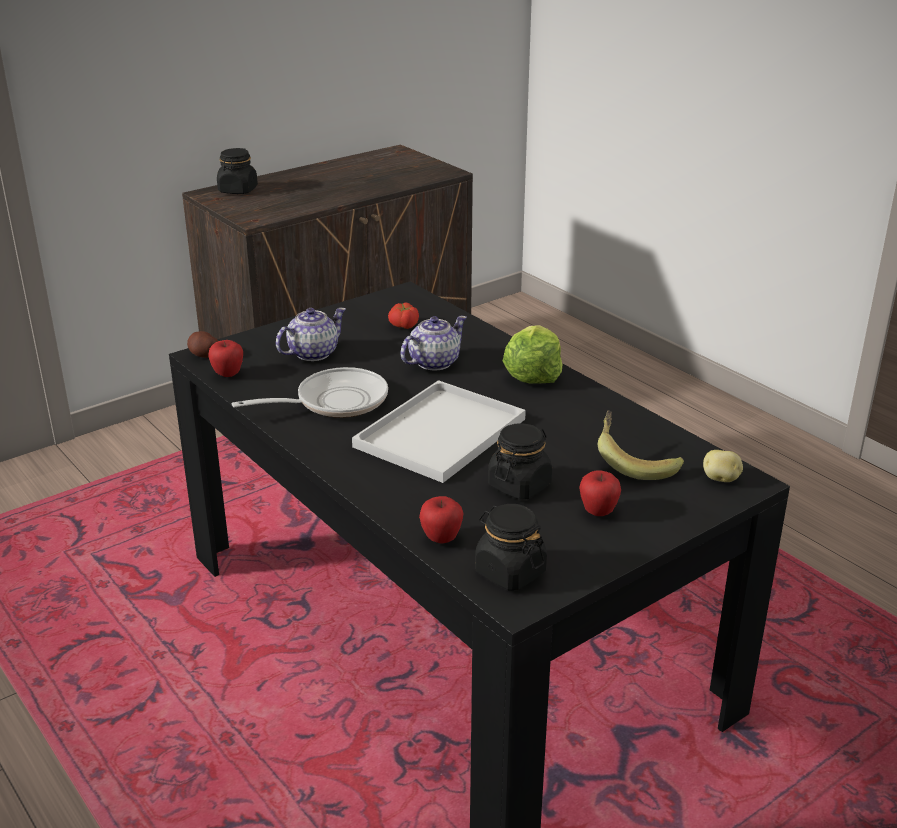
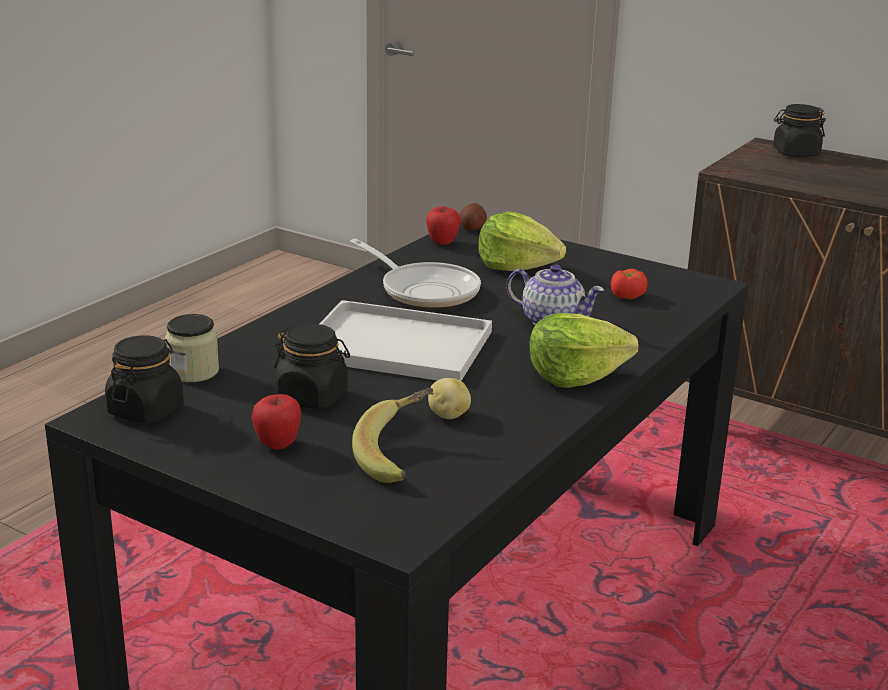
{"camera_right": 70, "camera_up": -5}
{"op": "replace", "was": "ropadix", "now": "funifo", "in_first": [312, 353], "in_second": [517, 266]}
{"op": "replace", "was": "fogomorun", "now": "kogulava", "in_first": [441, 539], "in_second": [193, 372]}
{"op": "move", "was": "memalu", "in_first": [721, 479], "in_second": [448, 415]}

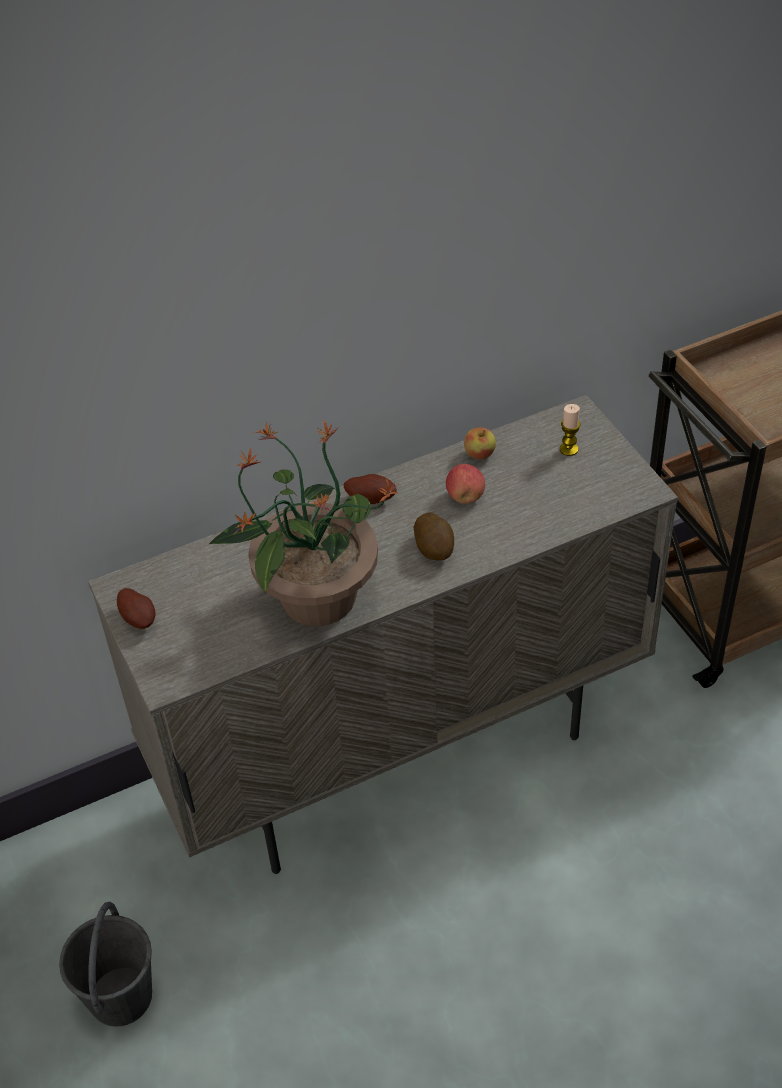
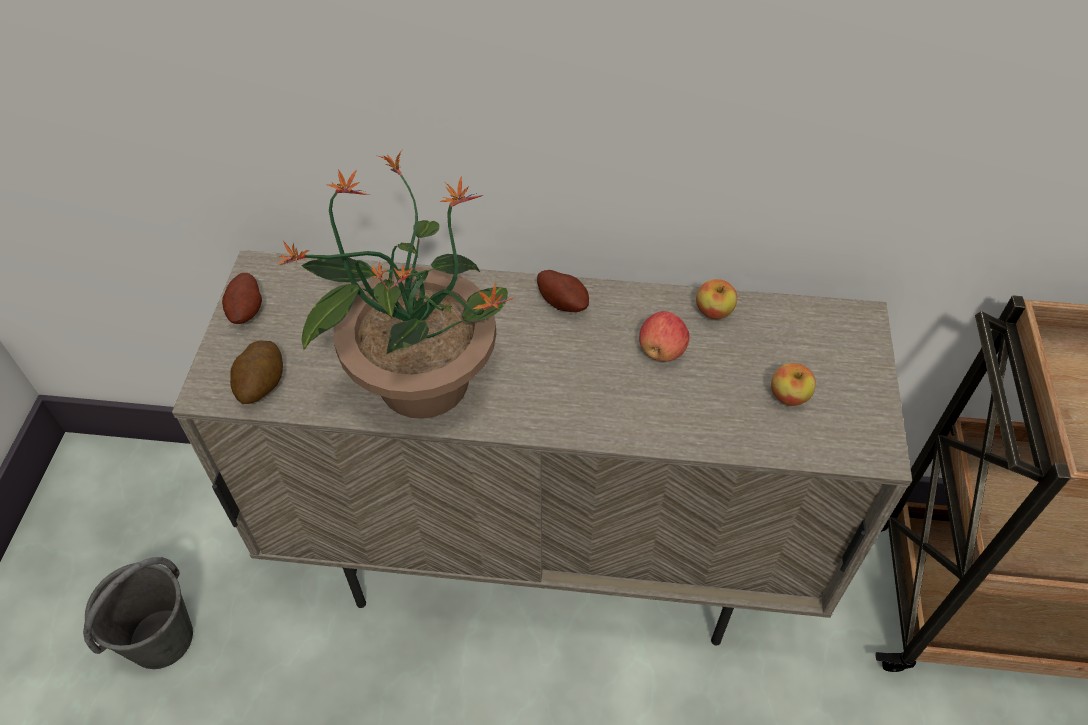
{"camera_right": 30, "camera_up": 5}
{"op": "move", "was": "memalu", "in_first": [435, 548], "in_second": [262, 385]}
{"op": "delete", "was": "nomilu", "in_first": [569, 449]}
{"op": "insert", "now": "fogomorun", "in_second": [789, 396]}

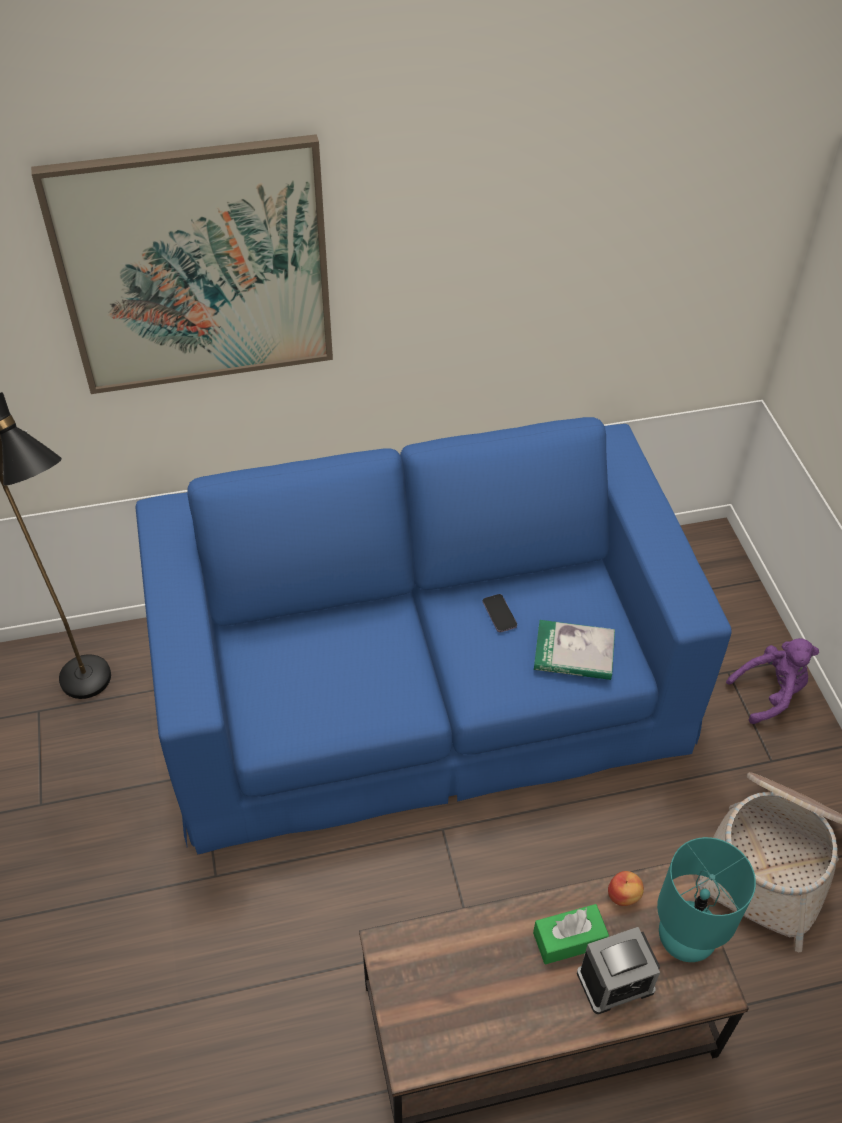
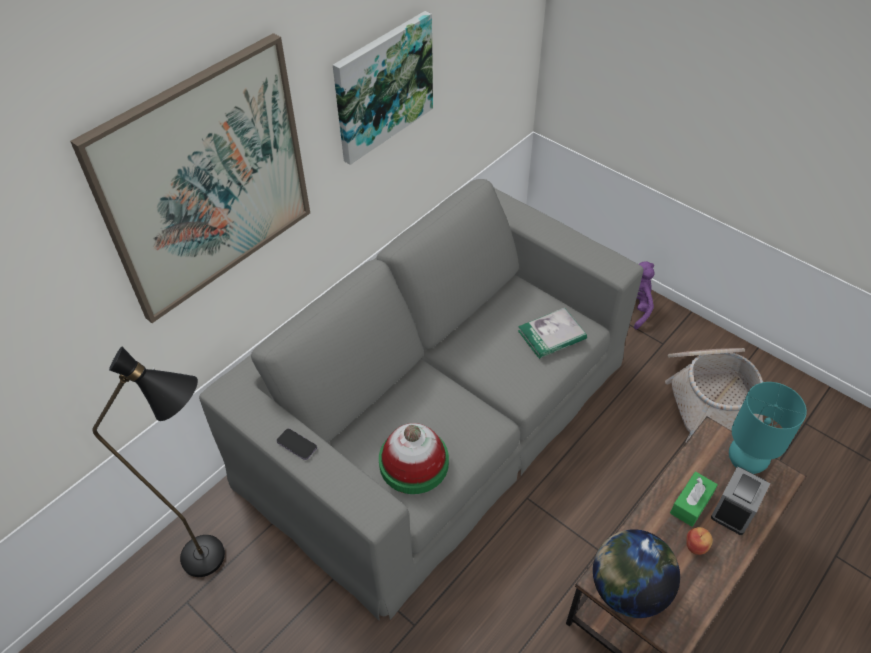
{"camera_right": -35, "camera_up": 0}
{"op": "recolor", "was": "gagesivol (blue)", "now": "gagesivol (grey)", "in_first": [420, 683], "in_second": [436, 418]}
{"op": "move", "was": "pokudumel", "in_first": [499, 614], "in_second": [297, 445]}
{"op": "move", "was": "fogomorun", "in_first": [623, 895], "in_second": [696, 546]}
{"op": "insert", "now": "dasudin", "in_second": [383, 86]}
{"op": "insert", "now": "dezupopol", "in_second": [414, 463]}
{"op": "insert", "now": "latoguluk", "in_second": [627, 590]}

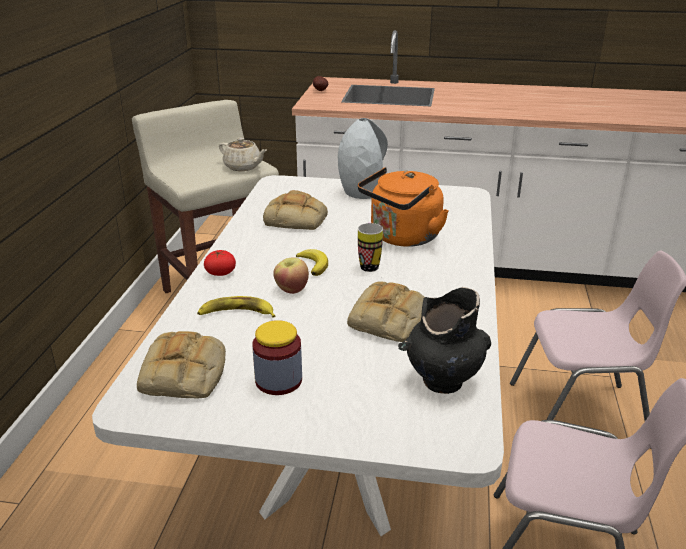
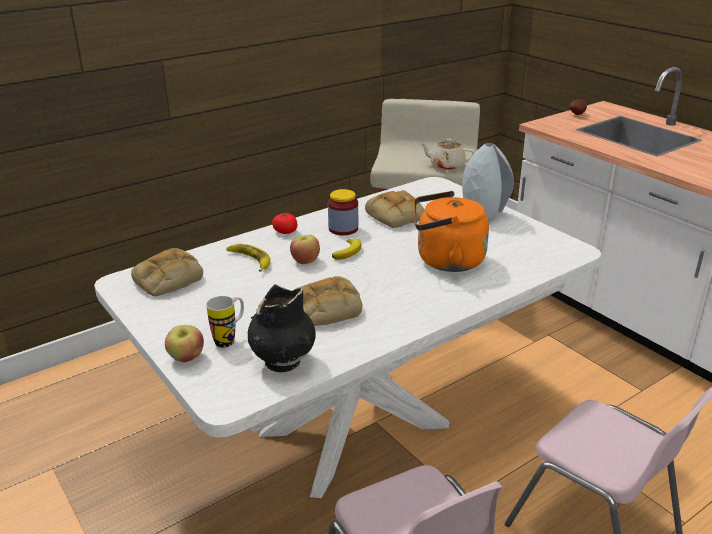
{"camera_right": 45, "camera_up": 0}
{"op": "rotate", "was": "ropadix (beige)", "in_first": [243, 167], "in_second": [446, 165], "clockwise": 120}
{"op": "move", "was": "kogulava", "in_first": [278, 380], "in_second": [343, 229]}
{"op": "move", "was": "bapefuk", "in_first": [369, 264], "in_second": [230, 339]}
{"op": "insert", "now": "fogomorun", "in_second": [186, 357]}

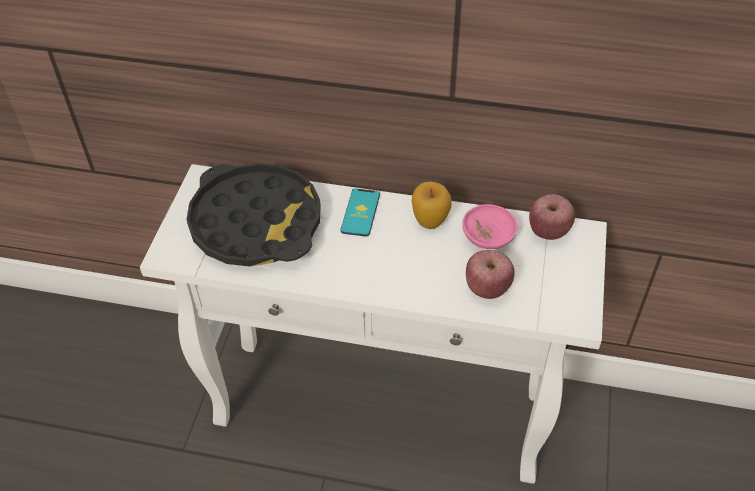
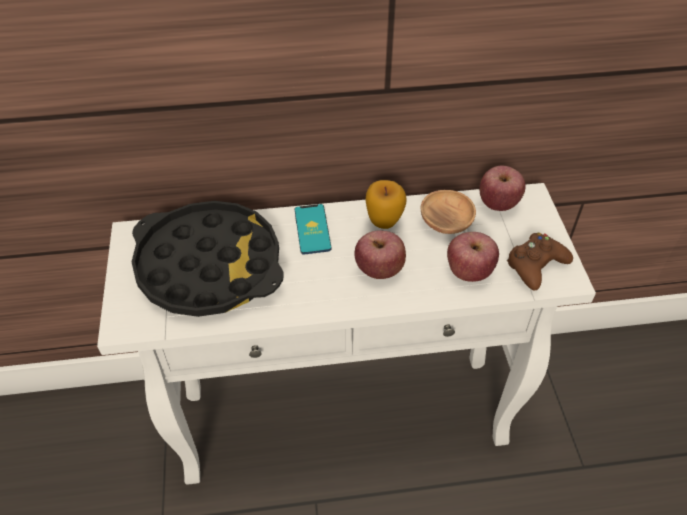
{"camera_right": -20, "camera_up": 0}
{"op": "recolor", "was": "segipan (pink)", "now": "segipan (brown)", "in_first": [488, 237], "in_second": [446, 222]}
{"op": "insert", "now": "fogomorun", "in_second": [379, 270]}
{"op": "insert", "now": "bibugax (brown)", "in_second": [535, 265]}

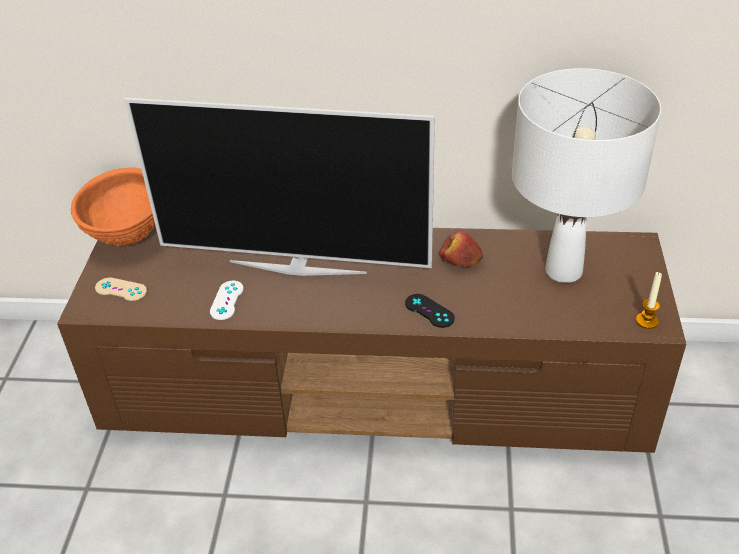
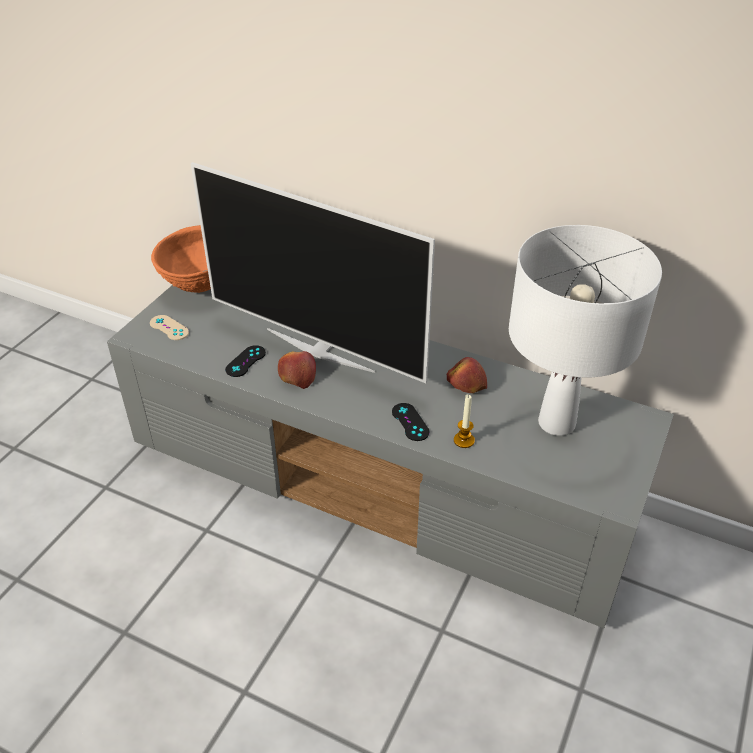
{"camera_right": 20, "camera_up": 0}
{"op": "recolor", "was": "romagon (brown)", "now": "romagon (grey)", "in_first": [378, 389], "in_second": [380, 483]}
{"op": "recolor", "was": "bibugax (white)", "now": "bibugax (black)", "in_first": [227, 300], "in_second": [245, 361]}
{"op": "move", "was": "nomilu", "in_first": [647, 321], "in_second": [464, 440]}
{"op": "insert", "now": "fogomorun", "in_second": [297, 376]}

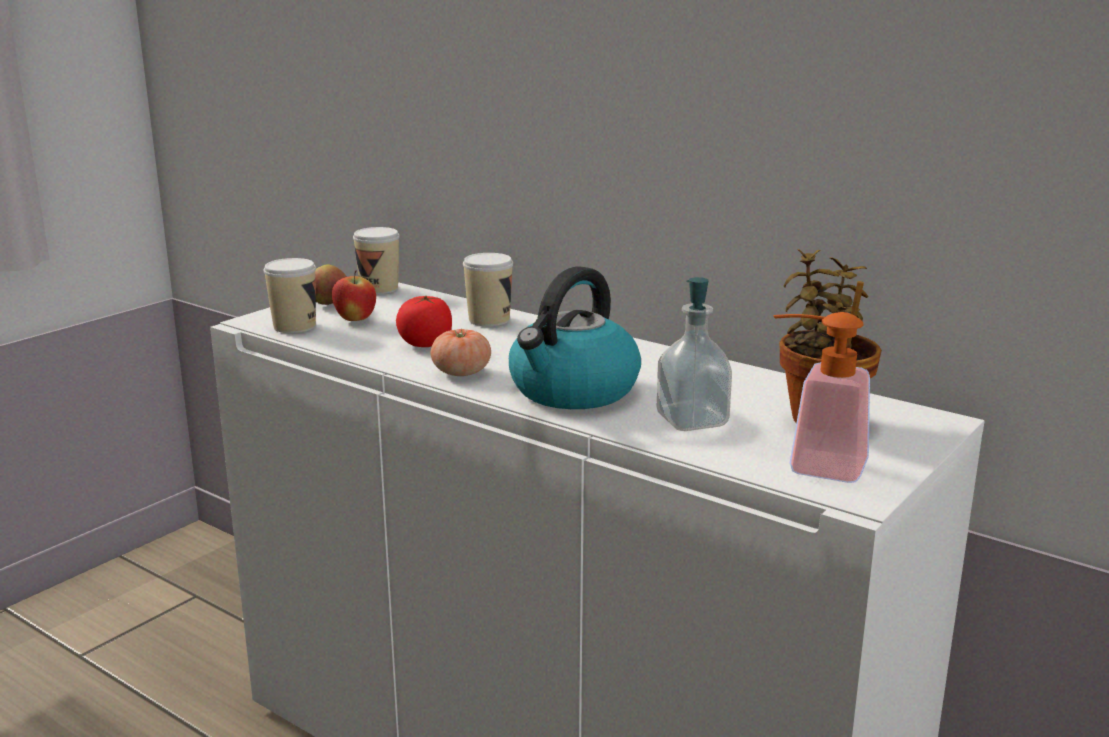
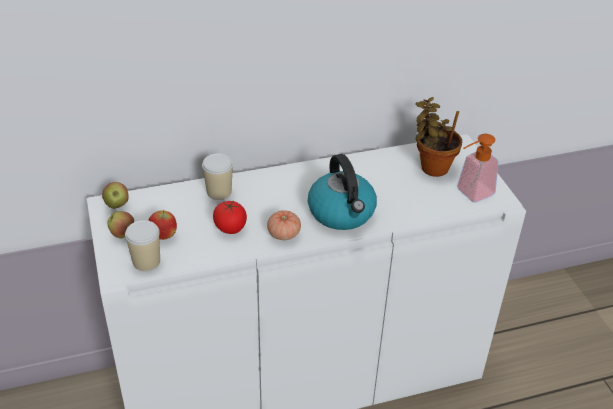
{"camera_right": -55, "camera_up": 20}
{"op": "replace", "was": "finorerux", "now": "fogomorun", "in_first": [379, 288], "in_second": [117, 205]}
{"op": "delete", "was": "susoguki", "in_first": [692, 420]}

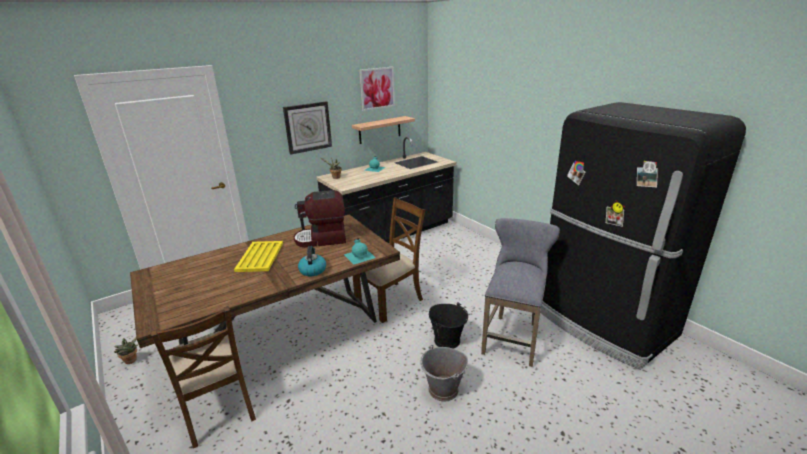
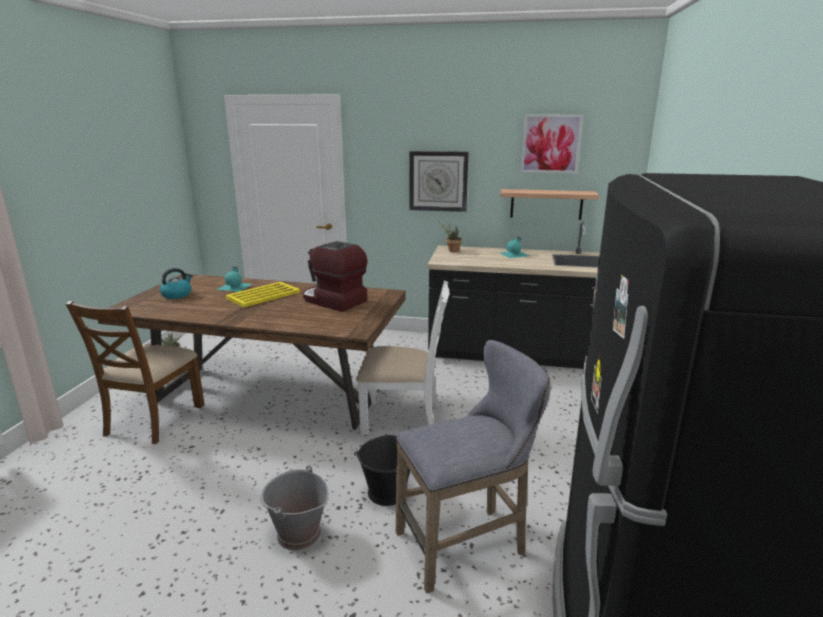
{"camera_right": 45, "camera_up": -5}
{"op": "move", "was": "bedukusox", "in_first": [312, 270], "in_second": [177, 295]}
{"op": "move", "was": "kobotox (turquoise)", "in_first": [359, 255], "in_second": [235, 286]}
{"op": "recolor", "was": "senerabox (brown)", "now": "senerabox (white)", "in_first": [390, 300], "in_second": [403, 418]}

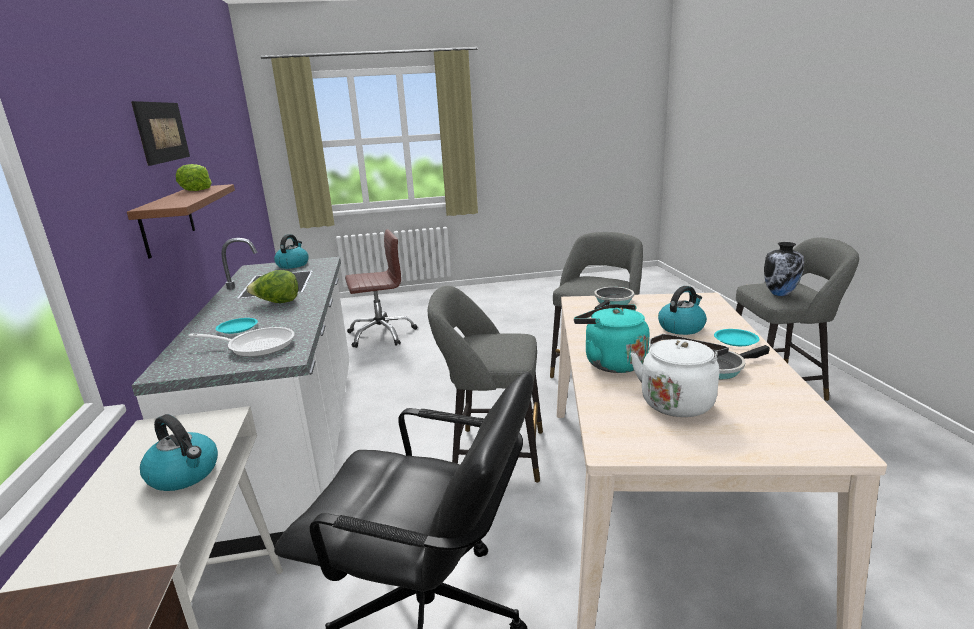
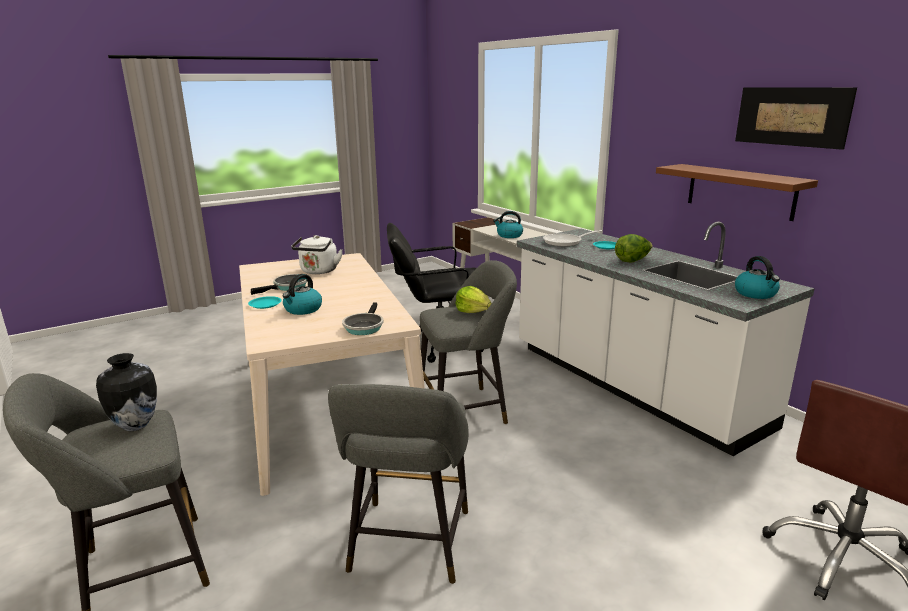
{"camera_right": 155, "camera_up": 0}
{"op": "move", "was": "funifo", "in_first": [196, 190], "in_second": [473, 311]}
{"op": "delete", "was": "bedukusox (turquoise)", "in_first": [611, 362]}

